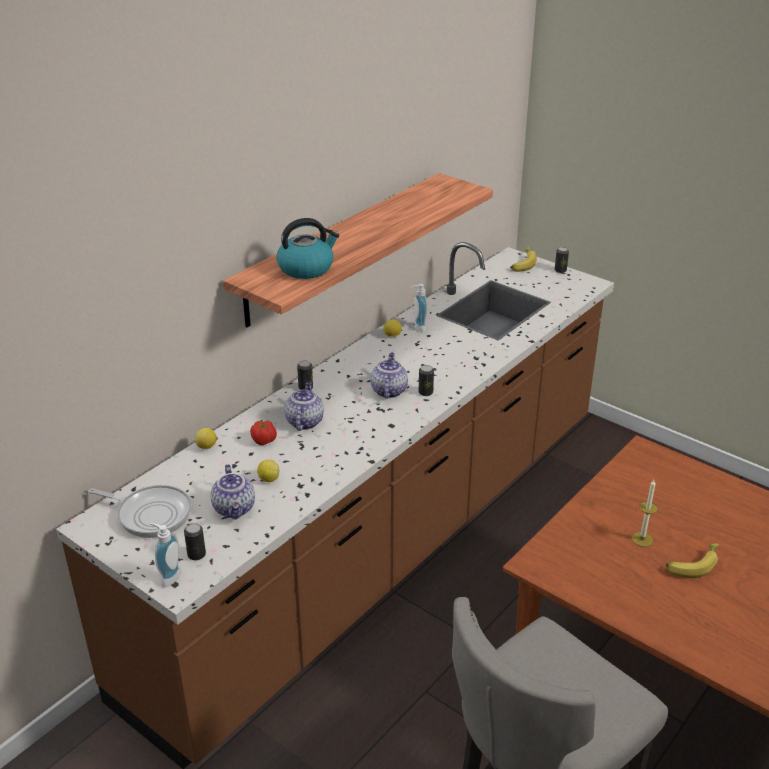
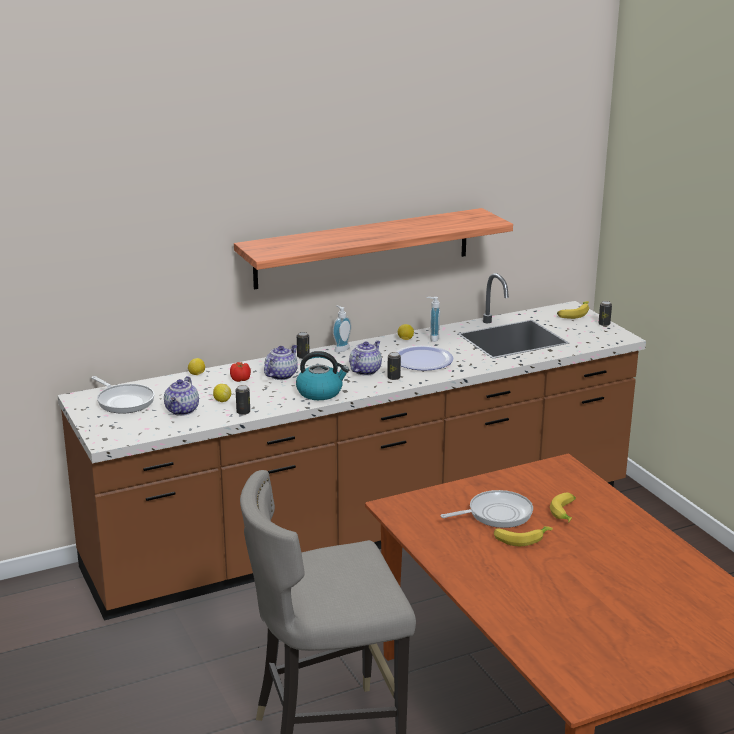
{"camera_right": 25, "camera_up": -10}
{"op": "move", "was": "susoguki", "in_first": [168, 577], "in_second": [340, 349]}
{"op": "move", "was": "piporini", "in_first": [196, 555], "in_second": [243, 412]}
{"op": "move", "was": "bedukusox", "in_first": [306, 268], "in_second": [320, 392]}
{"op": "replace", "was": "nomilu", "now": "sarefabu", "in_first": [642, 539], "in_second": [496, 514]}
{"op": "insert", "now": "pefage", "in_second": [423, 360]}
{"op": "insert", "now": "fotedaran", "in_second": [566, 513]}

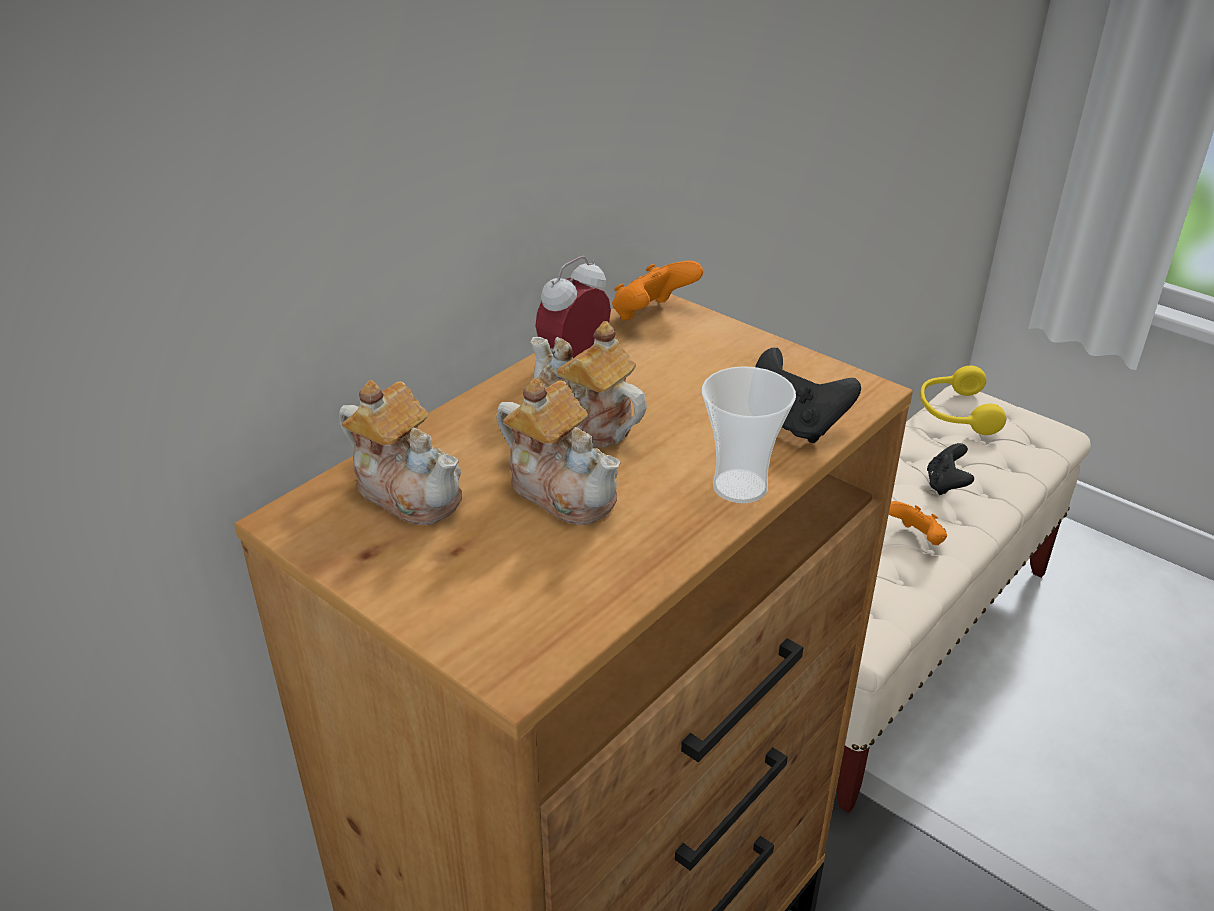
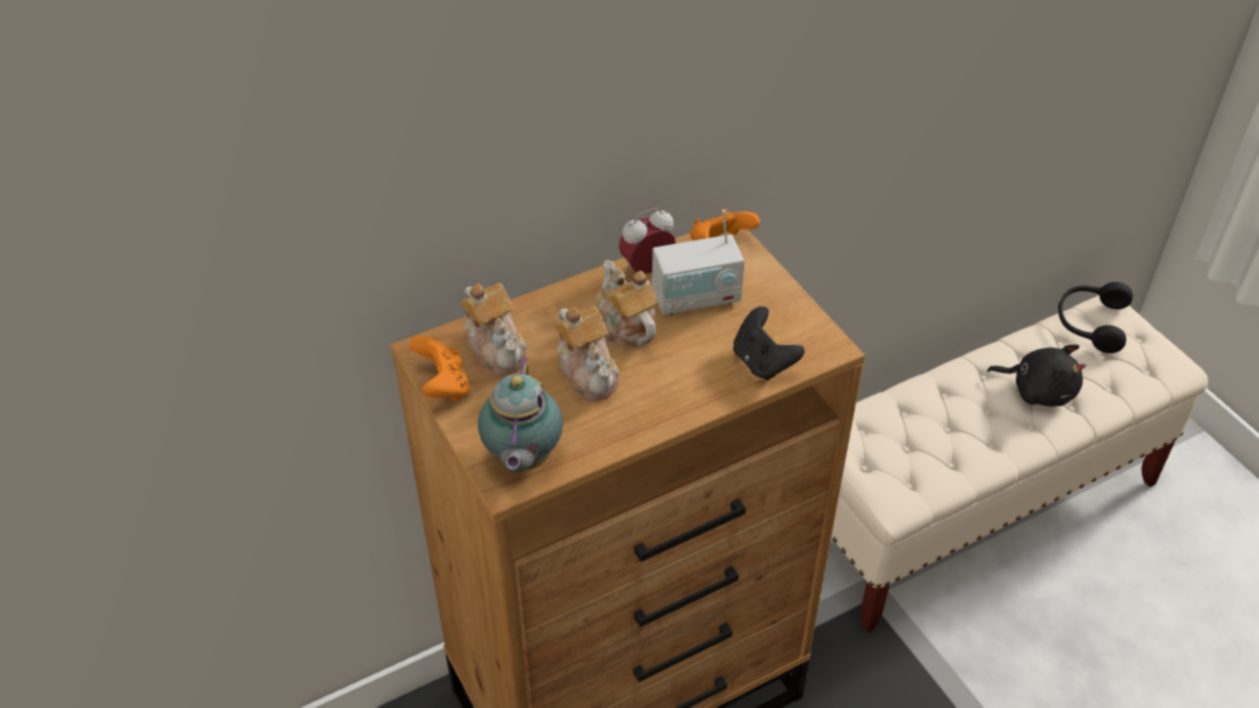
{"camera_right": 20, "camera_up": 10}
{"op": "delete", "was": "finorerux", "in_first": [740, 487]}
{"op": "move", "was": "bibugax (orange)", "in_first": [916, 539], "in_second": [443, 386]}
{"op": "recolor", "was": "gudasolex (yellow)", "now": "gudasolex (black)", "in_first": [955, 413], "in_second": [1089, 323]}
{"op": "replace", "was": "bibugax (black)", "now": "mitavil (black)", "in_first": [946, 485], "in_second": [1038, 390]}
{"op": "insert", "now": "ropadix", "in_second": [522, 460]}
{"op": "insert", "now": "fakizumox", "in_second": [696, 298]}

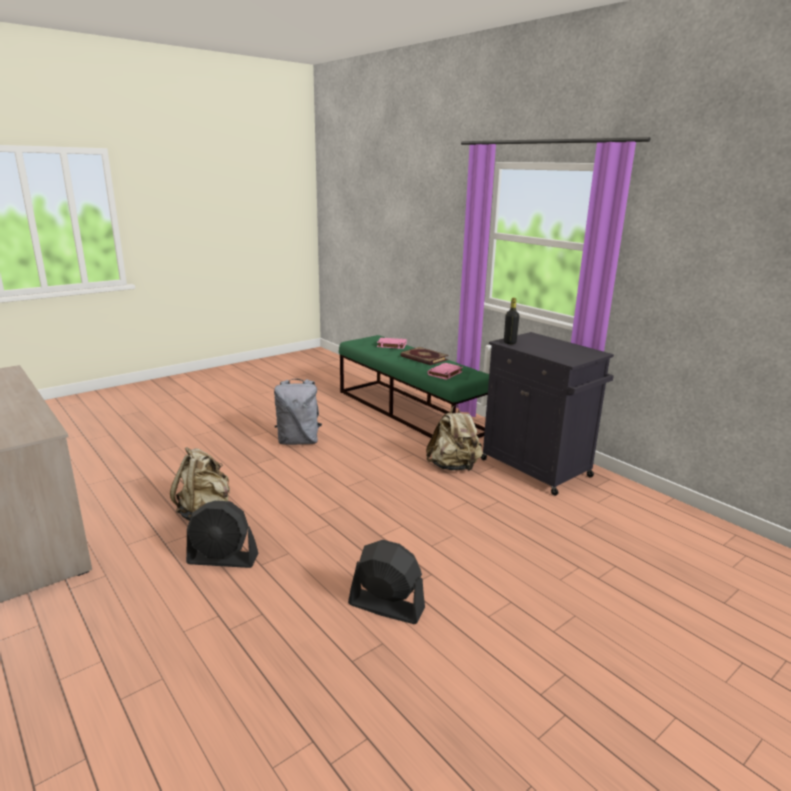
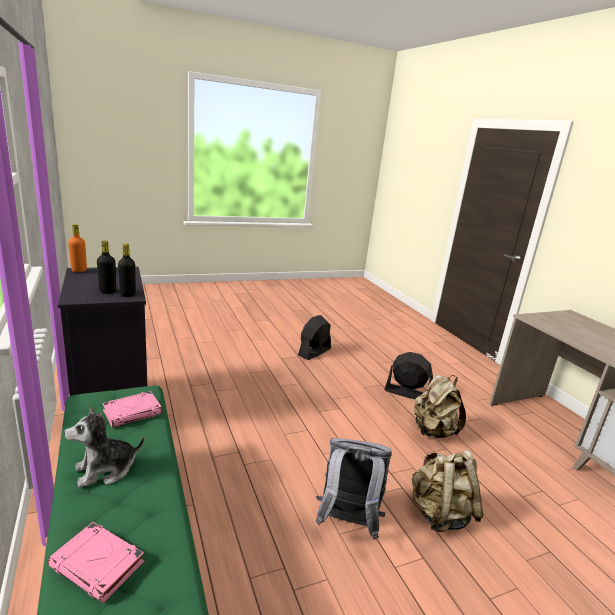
{"camera_right": -165, "camera_up": 0}
{"op": "rotate", "was": "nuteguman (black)", "in_first": [386, 606], "in_second": [314, 352], "clockwise": 90}
{"op": "replace", "was": "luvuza", "now": "mitavil", "in_first": [423, 358], "in_second": [105, 470]}
{"op": "move", "was": "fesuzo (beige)", "in_first": [454, 467], "in_second": [439, 514]}
{"op": "insert", "now": "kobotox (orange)", "in_second": [79, 270]}
{"op": "insert", "now": "kobotox (black)", "in_second": [108, 291]}

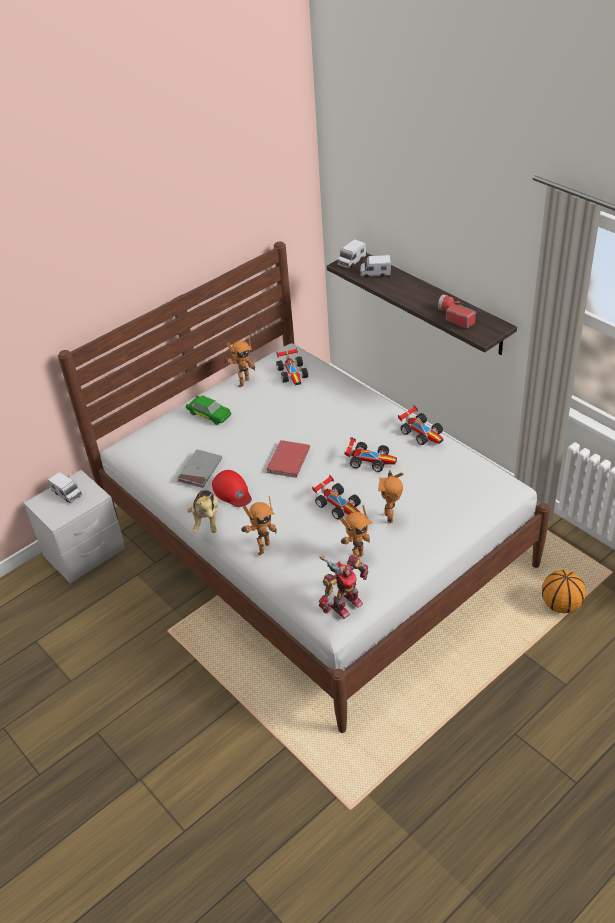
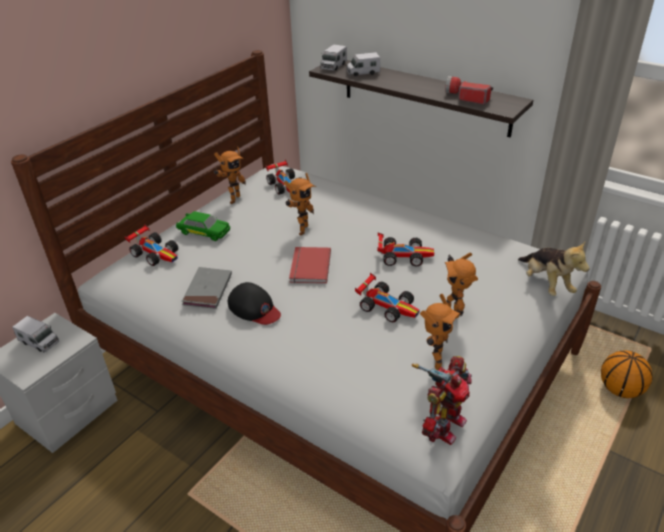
{"camera_right": -15, "camera_up": -5}
{"op": "move", "was": "mitavil", "in_first": [206, 520], "in_second": [546, 283]}
{"op": "recolor", "was": "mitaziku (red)", "now": "mitaziku (black)", "in_first": [232, 492], "in_second": [254, 308]}
{"op": "move", "was": "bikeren", "in_first": [261, 548], "in_second": [301, 230]}
{"op": "move", "was": "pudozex", "in_first": [422, 432], "in_second": [156, 253]}

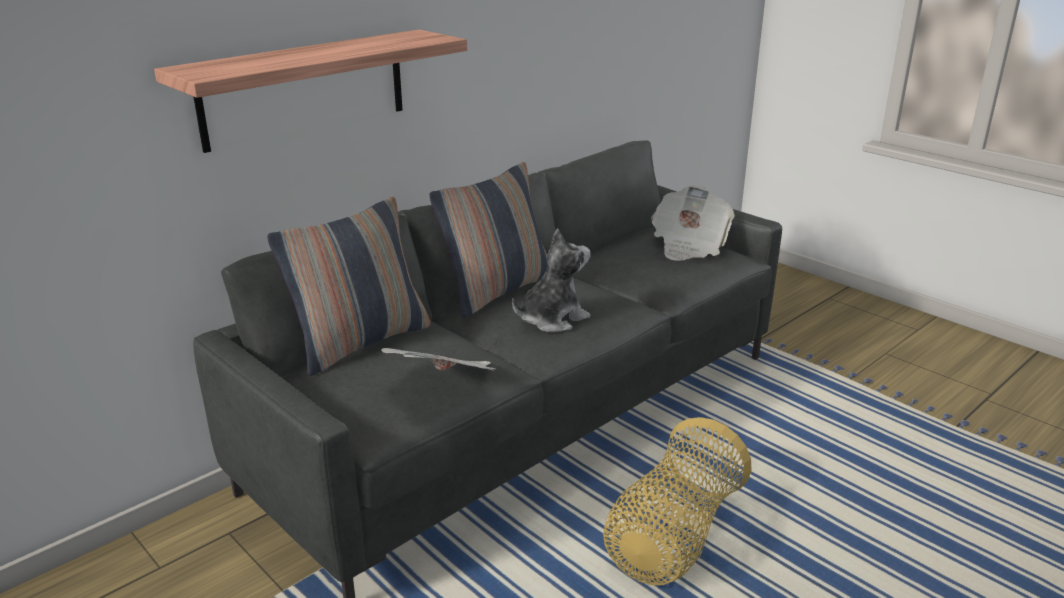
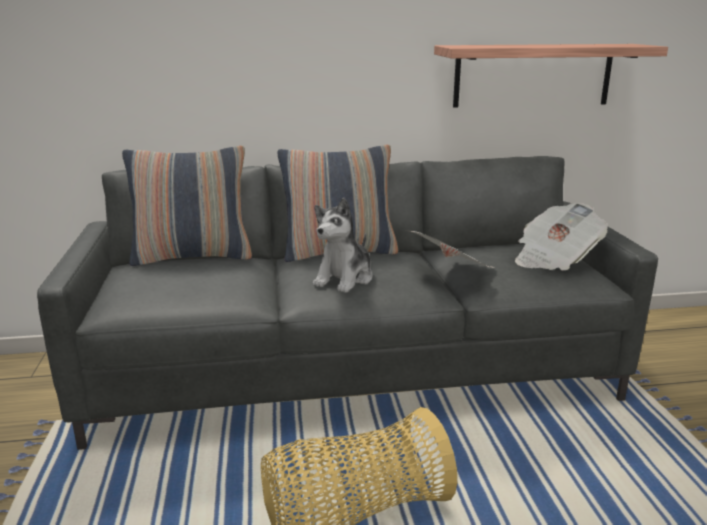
{"camera_right": 35, "camera_up": -5}
{"op": "move", "was": "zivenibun", "in_first": [305, 89], "in_second": [533, 75]}
{"op": "move", "was": "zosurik", "in_first": [446, 386], "in_second": [450, 272]}
{"op": "rotate", "was": "mitavil", "in_first": [551, 319], "in_second": [345, 279], "clockwise": 120}

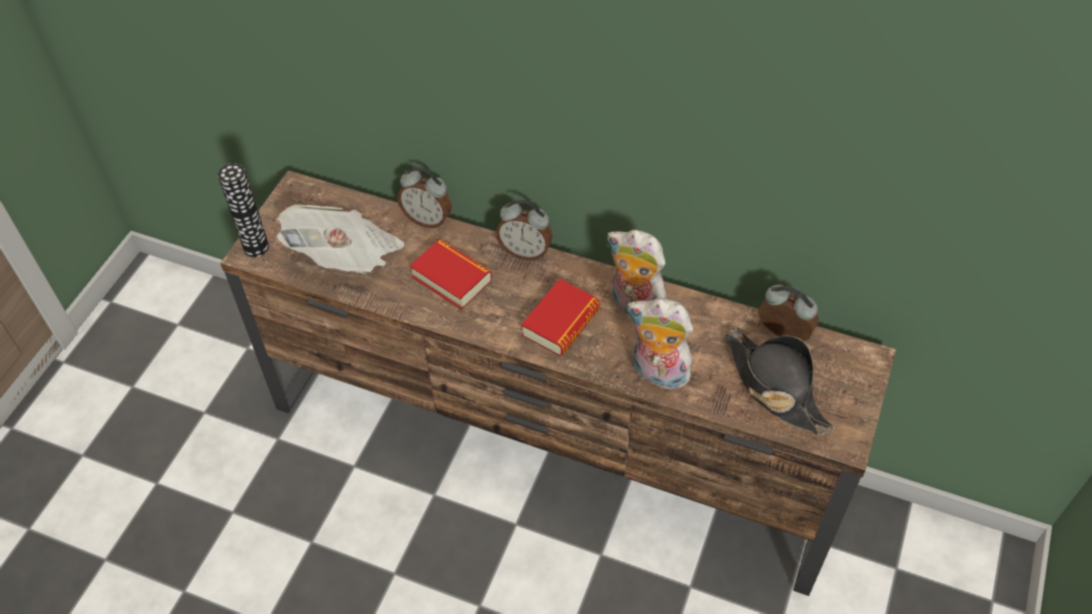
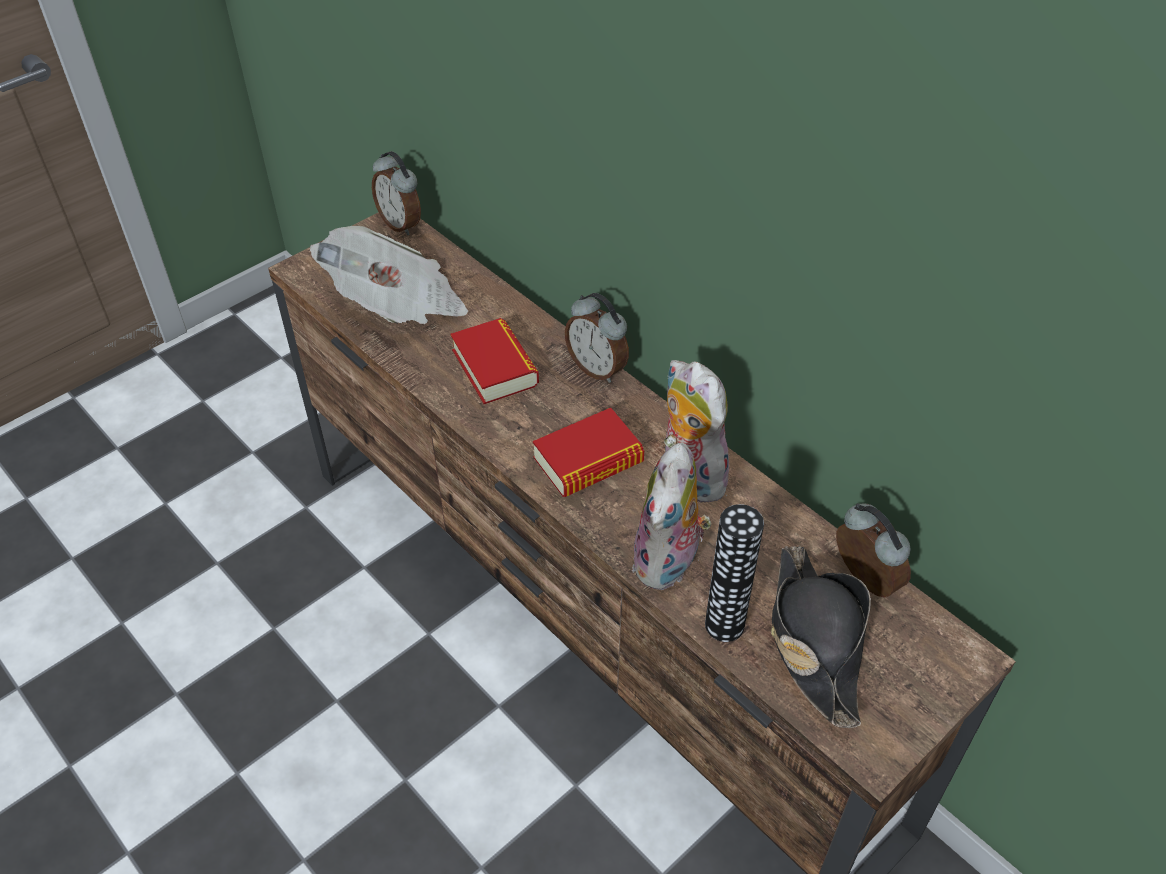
{"camera_right": 25, "camera_up": -5}
{"op": "move", "was": "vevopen", "in_first": [256, 247], "in_second": [724, 625]}
{"op": "move", "was": "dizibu", "in_first": [428, 219], "in_second": [401, 224]}
{"op": "rotate", "was": "mitavil", "in_first": [657, 373], "in_second": [668, 563], "clockwise": -120}

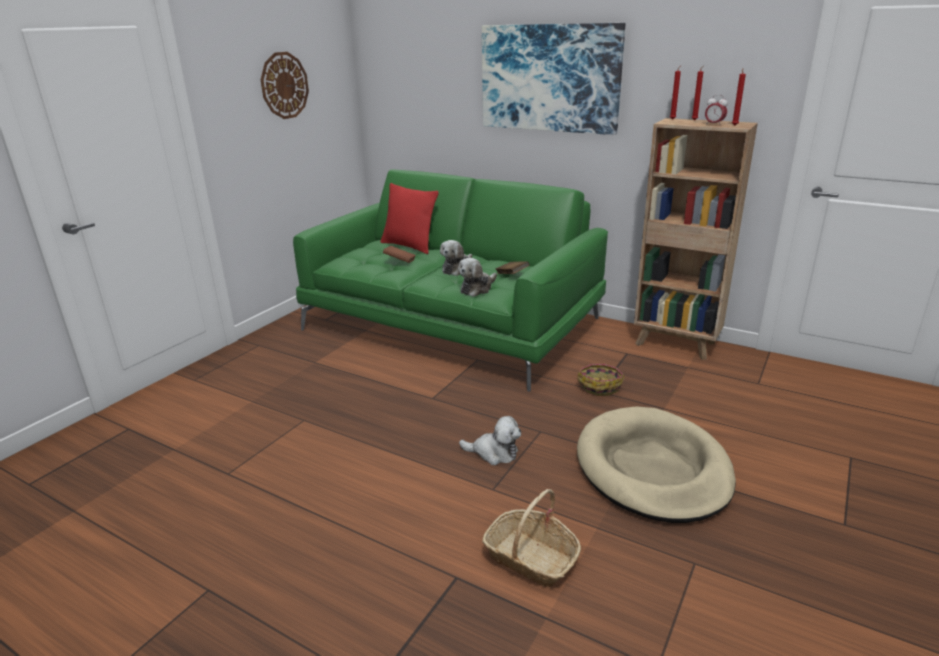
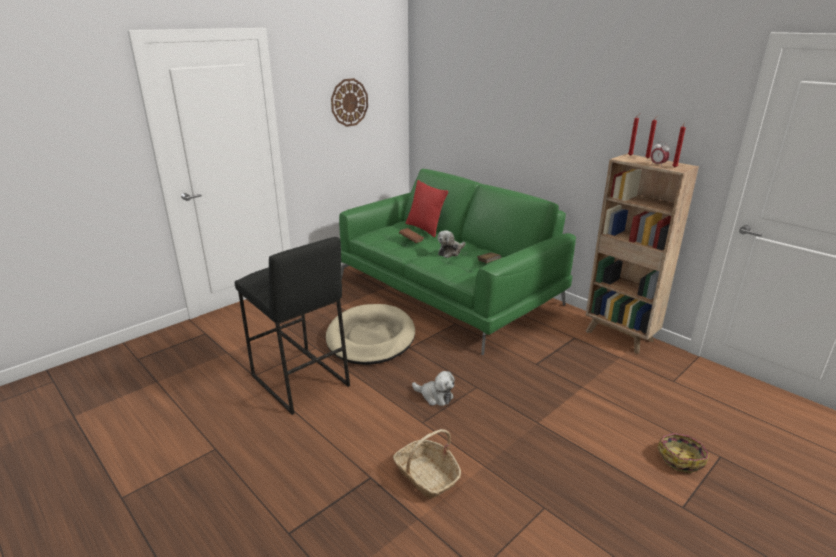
{"camera_right": 15, "camera_up": 0}
{"op": "delete", "was": "mitavil", "in_first": [477, 288]}
{"op": "delete", "was": "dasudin", "in_first": [549, 78]}
{"op": "move", "was": "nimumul", "in_first": [600, 385], "in_second": [681, 458]}
{"op": "move", "was": "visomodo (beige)", "in_first": [652, 468], "in_second": [370, 338]}
{"op": "insert", "now": "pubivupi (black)", "in_second": [299, 381]}

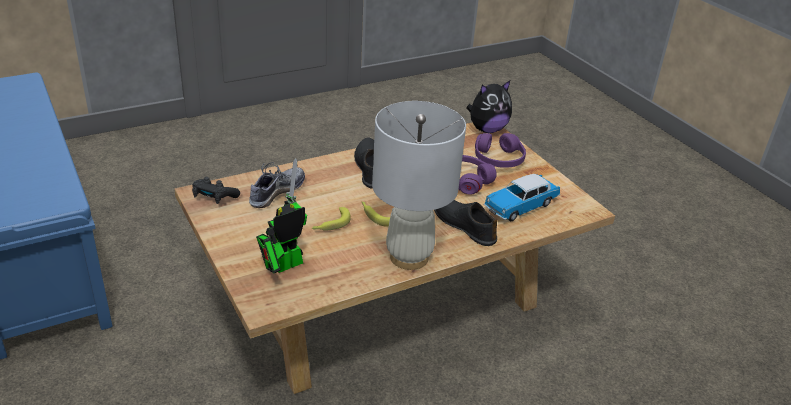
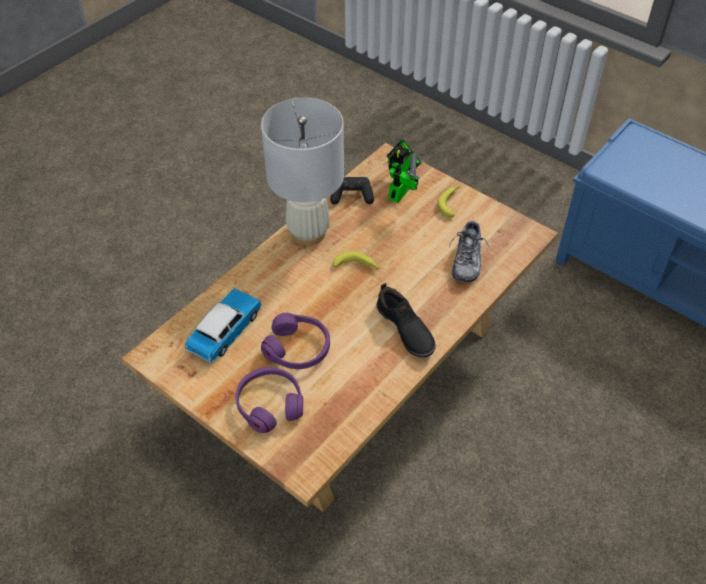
{"camera_right": 160, "camera_up": 15}
{"op": "move", "was": "bibugax (black)", "in_first": [214, 197], "in_second": [352, 196]}
{"op": "move", "was": "fotedaran", "in_first": [331, 224], "in_second": [451, 202]}
{"op": "delete", "was": "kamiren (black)", "in_first": [463, 223]}
{"op": "delete", "was": "mitavil", "in_first": [487, 129]}

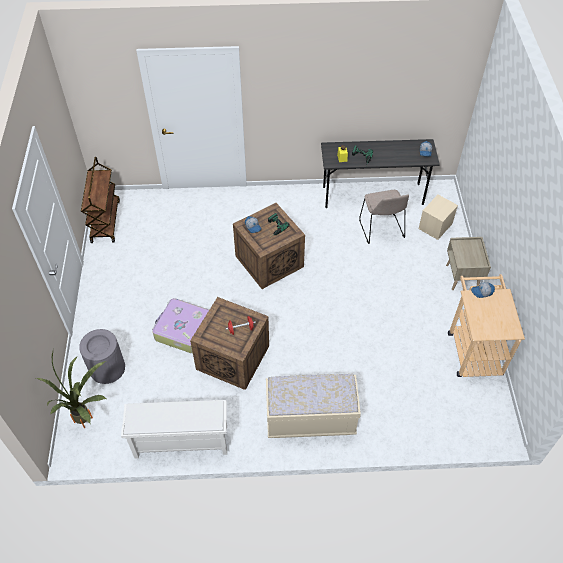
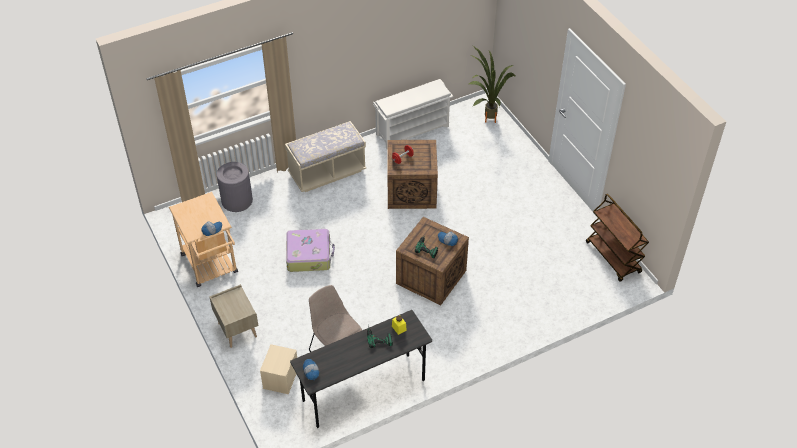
{"camera_right": 155, "camera_up": -5}
{"op": "move", "was": "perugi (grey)", "in_first": [107, 368], "in_second": [236, 200]}
{"op": "move", "was": "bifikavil", "in_first": [182, 330], "in_second": [309, 255]}

